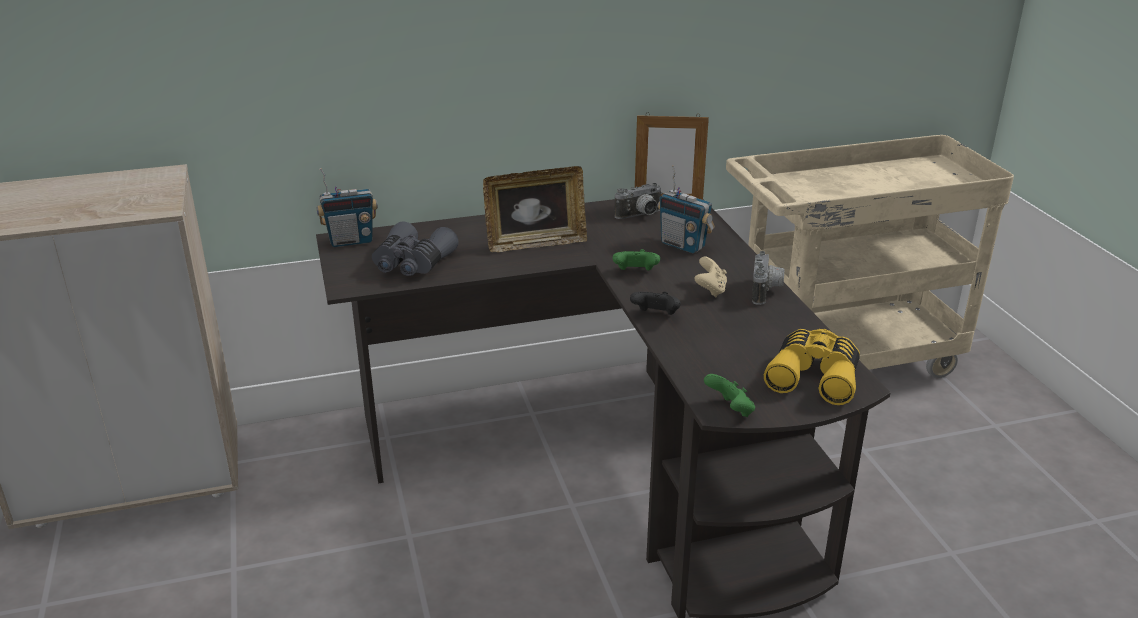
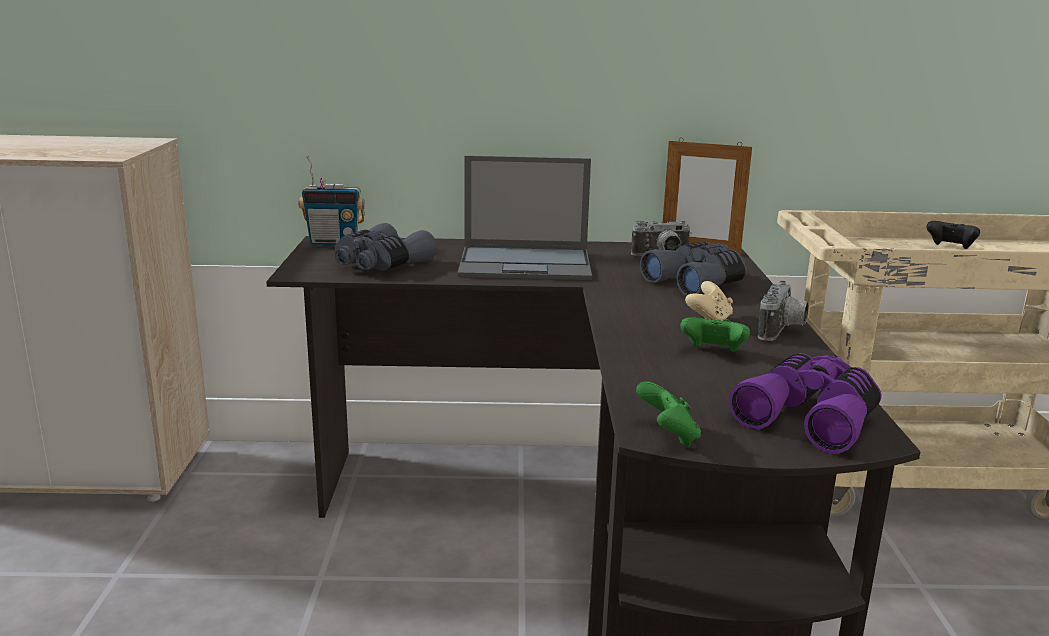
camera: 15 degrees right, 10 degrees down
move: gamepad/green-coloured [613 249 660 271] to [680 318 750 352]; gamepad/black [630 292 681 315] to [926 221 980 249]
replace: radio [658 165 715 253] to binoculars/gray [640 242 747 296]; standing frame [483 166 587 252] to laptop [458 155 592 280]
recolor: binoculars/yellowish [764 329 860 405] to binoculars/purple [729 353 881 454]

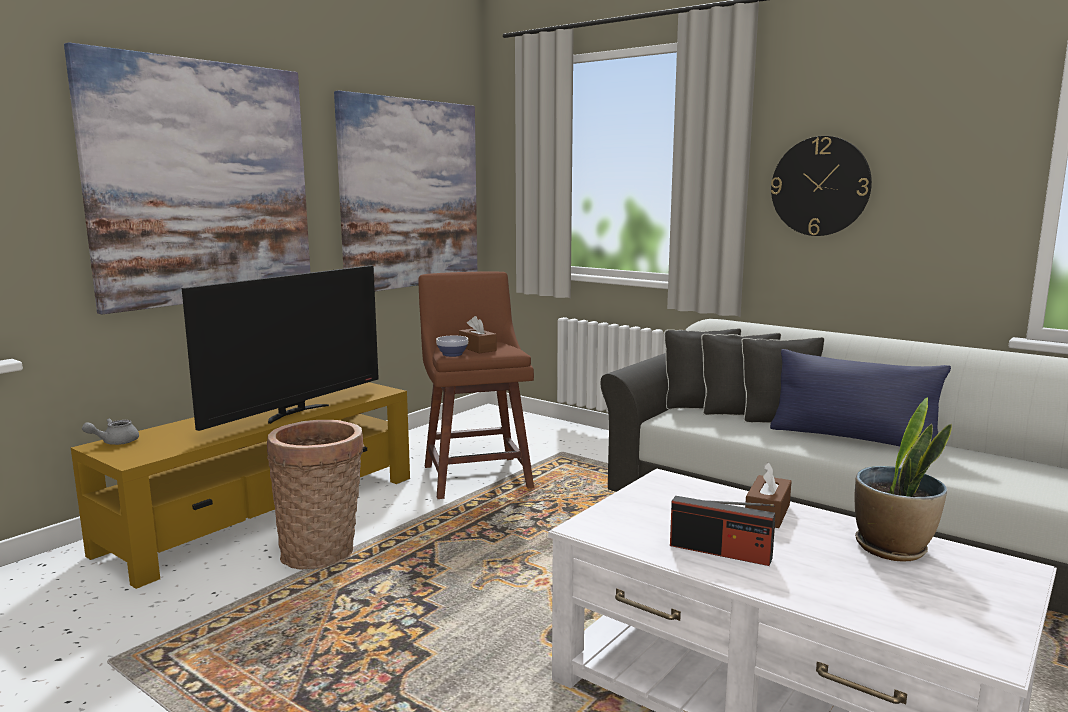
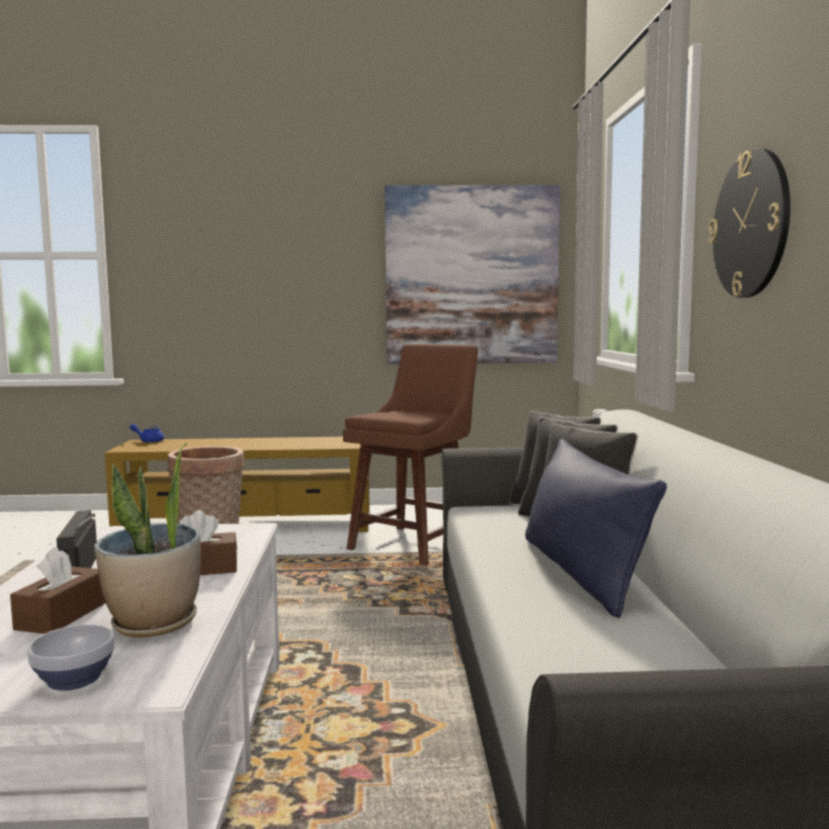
camera: 50 degrees right, 5 degrees down
delete: picture [64 42 310 314]; television [182 266 379 431]
move: tissue box/brown-coloured [459 316 497 353] to [10 547 106 634]; deep dish [436 336 468 357] to [27 624 115 691]
recolor: teapot/gray [82 419 139 445] to teapot/blue-coloured [130 424 164 443]

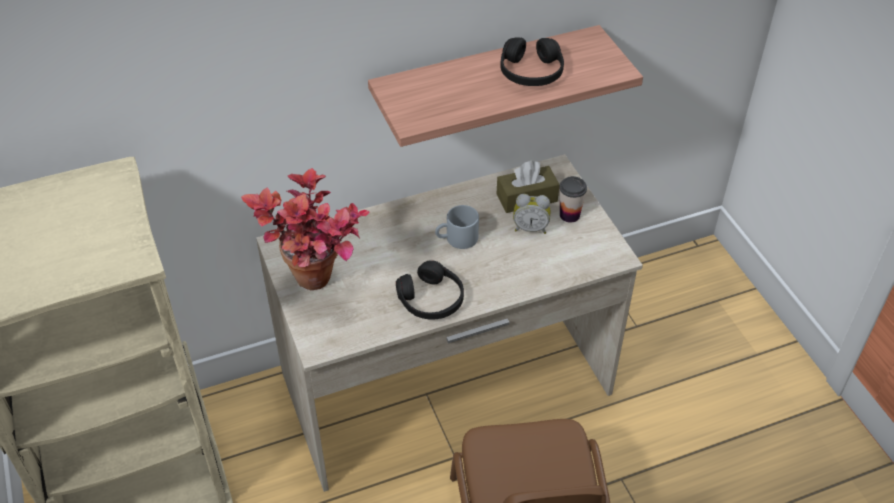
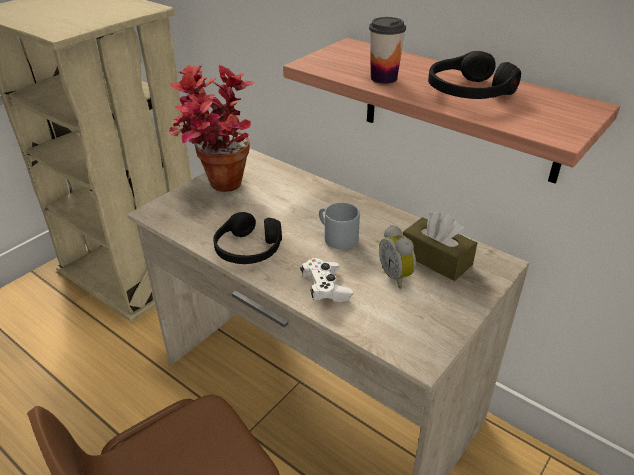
camera: 60 degrees right, 10 degrees down
insert: gamepad/white [300 258 353 302]
move: cup [559 176 587 223] to [369 17 406 84]

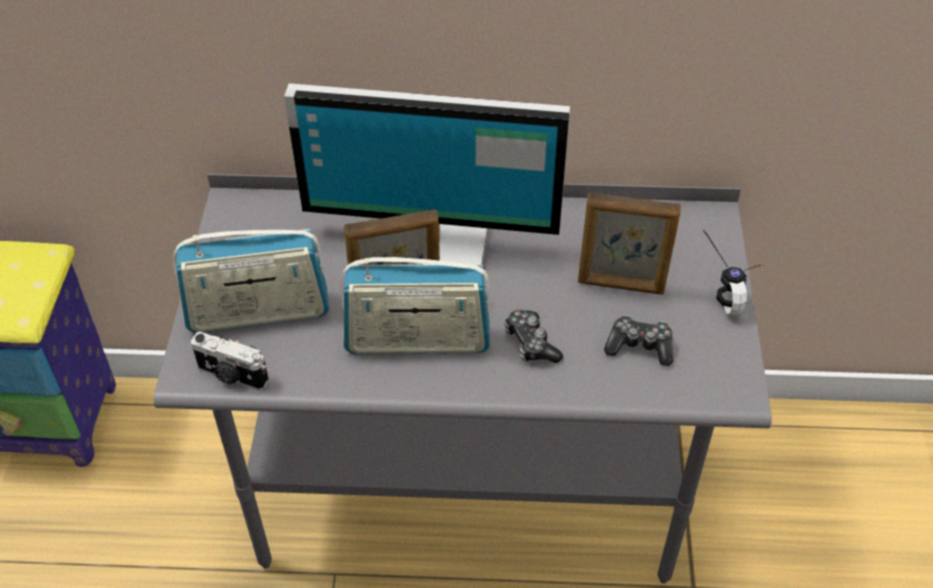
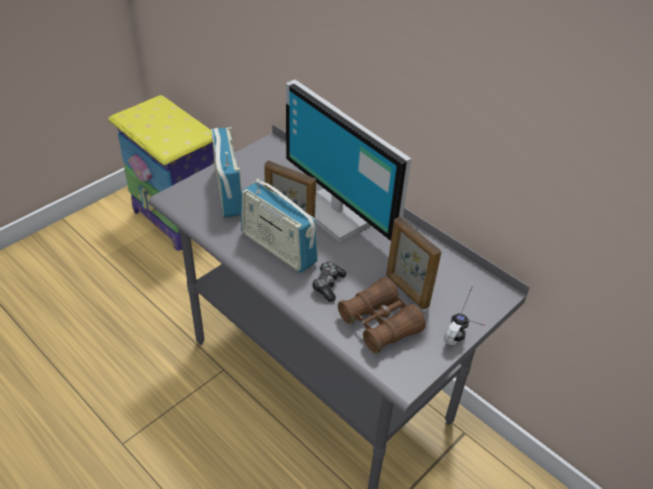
camera: 40 degrees right, 5 degrees down
delete: photo camera [191 332 269 391]
replace: gamepad [604 315 673 366] to binoculars/brown-coloured [338 277 426 353]
rotate: radio [173 229 329 333] = [211 127 242 218] 135 degrees counterclockwise

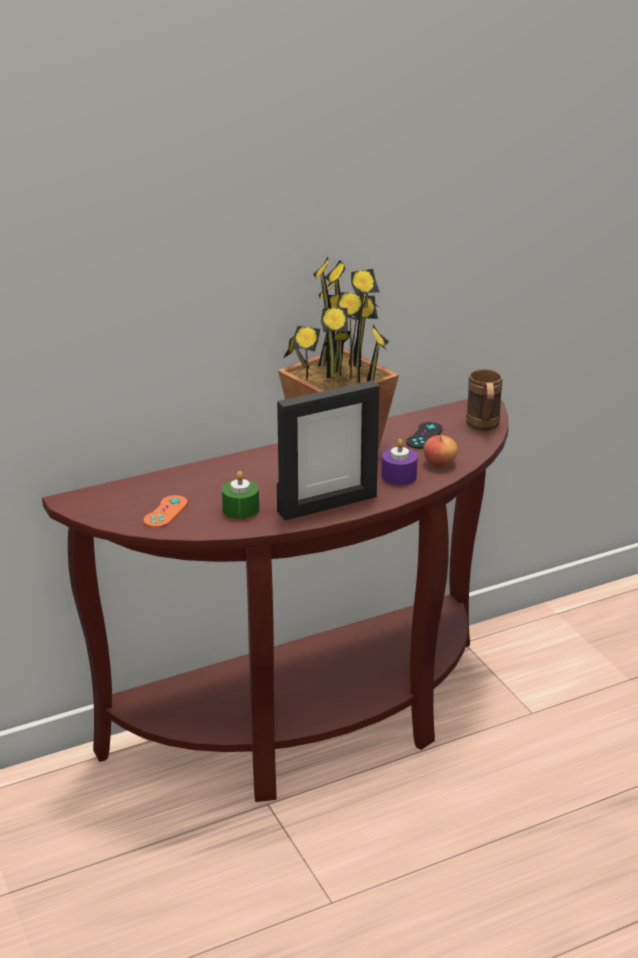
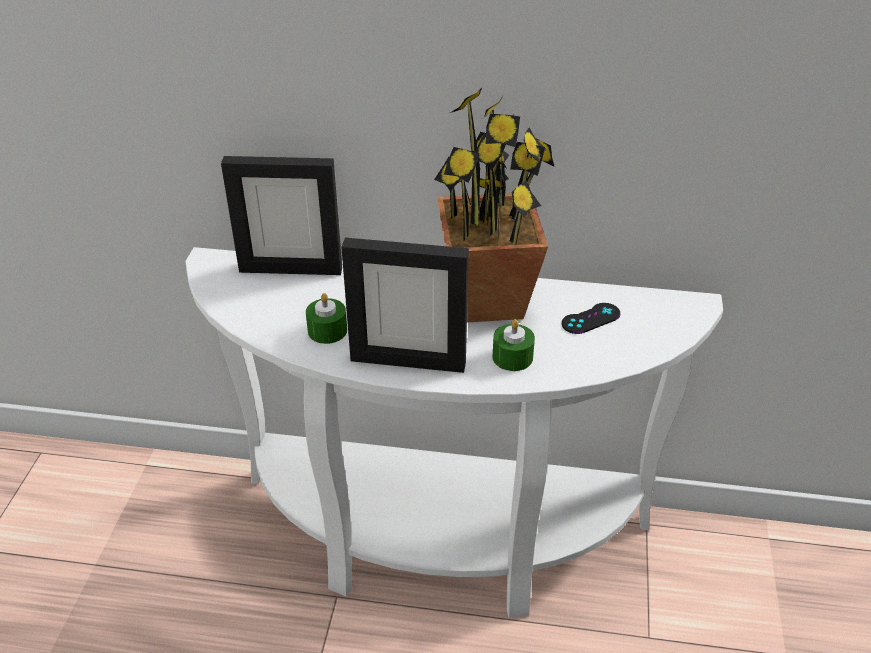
camera: 35 degrees right, 10 degrees up
delete: tea mug/brown-coloured [466 369 503 431]; apple fruit [424 435 458 467]; gamepad/orangey [144 495 188 528]
insert: standing frame [221 156 342 275]
recolor: narrow table/brown-coloured [42 399 509 802] to narrow table/white [185 247 723 618]; wax light/purple [382 439 418 485] to wax light/green-coloured [493 319 535 371]

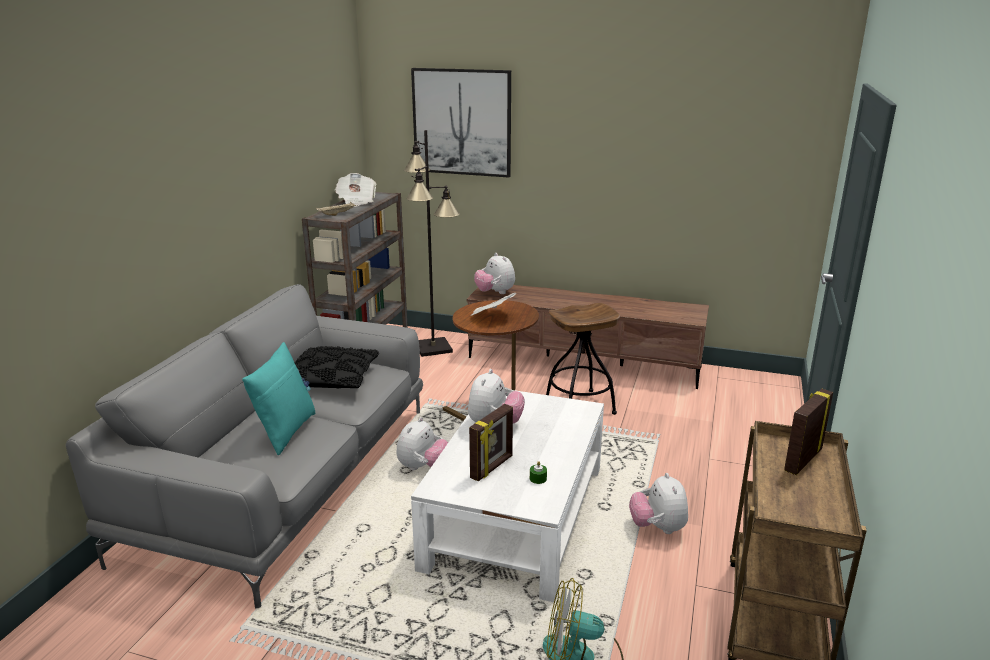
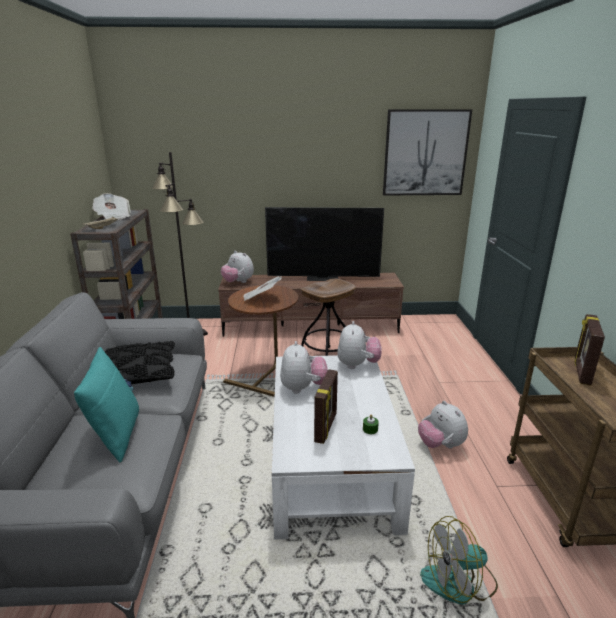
camera: 20 degrees left, 0 degrees up
insert: television [265 207 384 281]
move: picture [411 68 511 178] to [383 110 472 196]; plush toy [396 417 448 470] to [337 321 382 369]

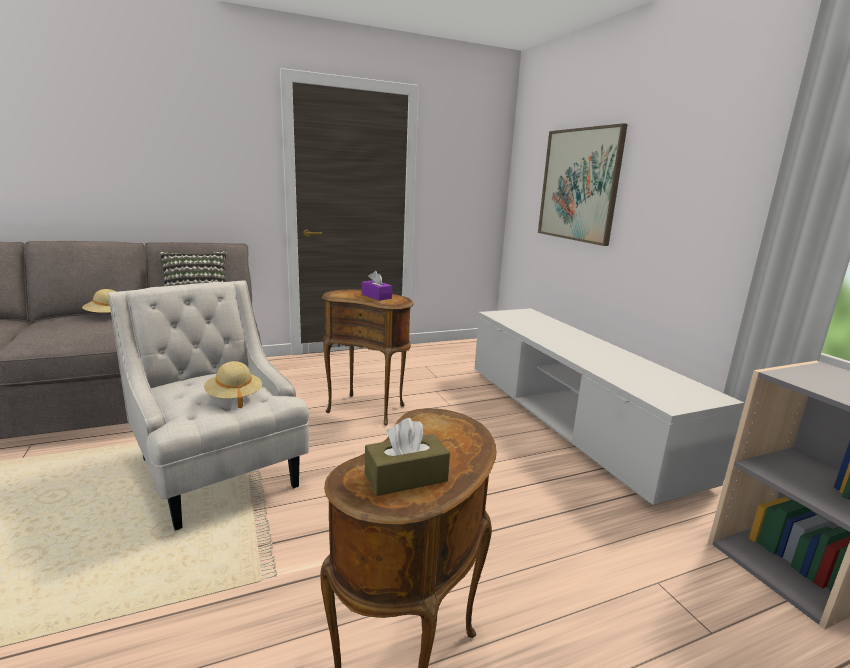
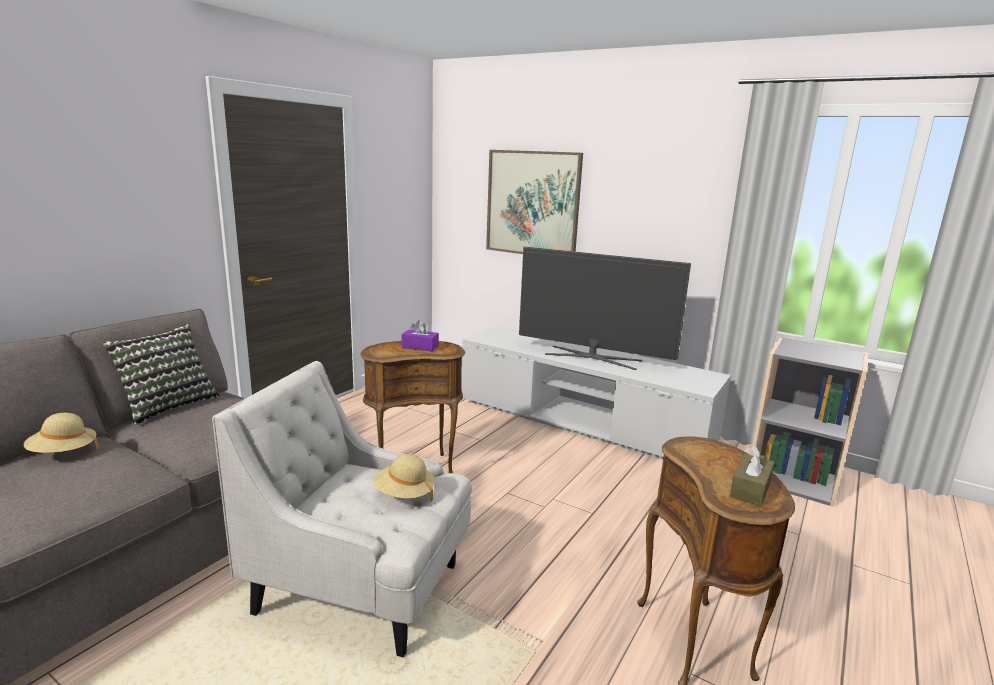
camera: 35 degrees left, 0 degrees up
insert: television [519 247 691 370]

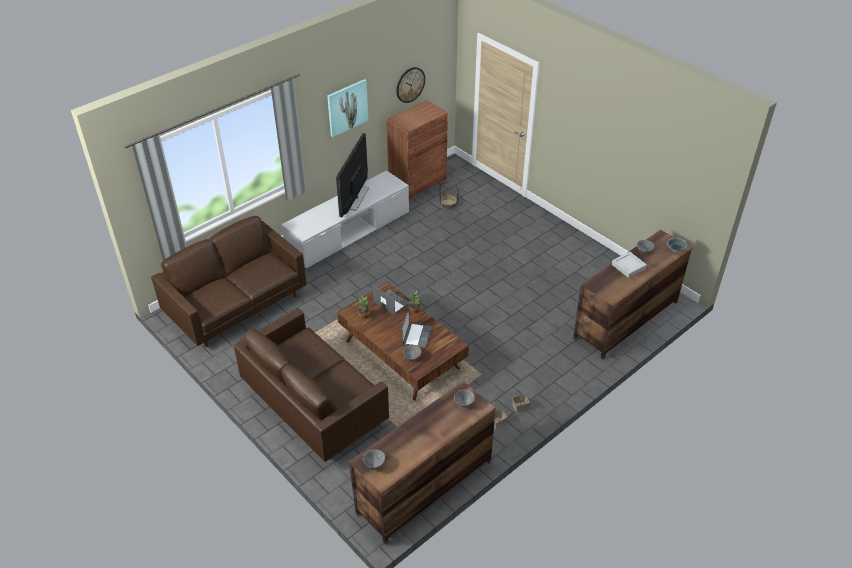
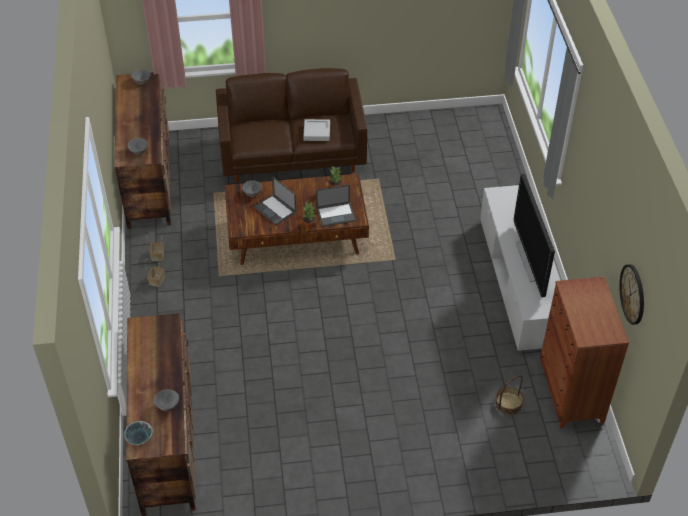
camera: 125 degrees right, 5 degrees up
delete: picture [327 79 368 137]; sofa/brown-coloured [151 216 307 347]
move: tray/gray [612 252 647 278] to [303 119 330 141]
rotate: television [336 133 369 218] = [513 174 555 297] 150 degrees counterclockwise

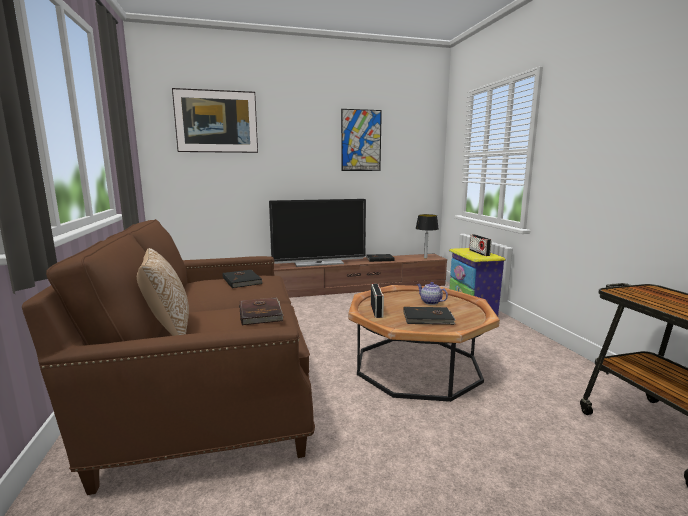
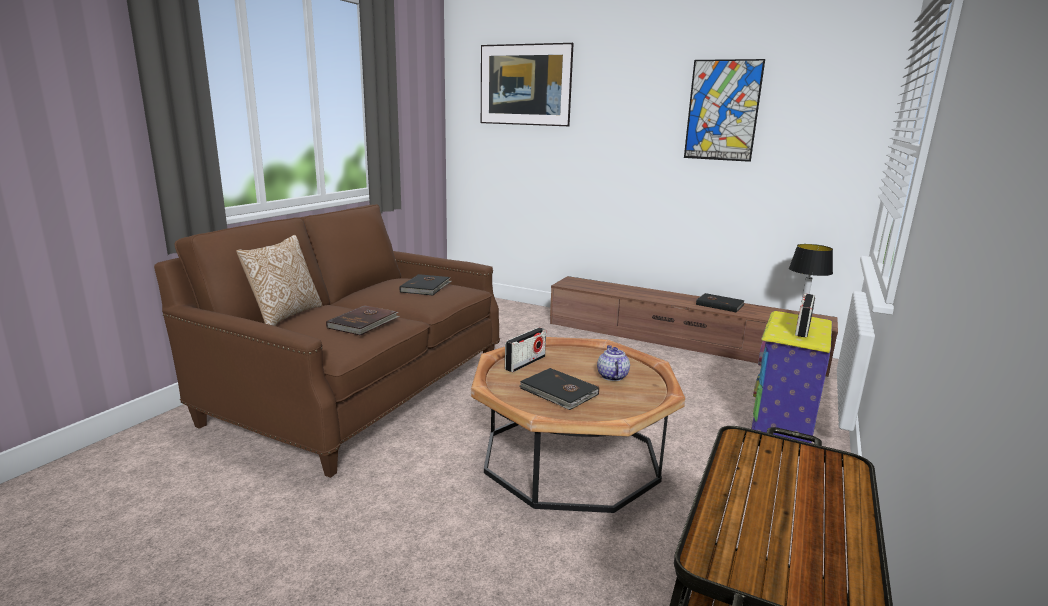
camera: 40 degrees right, 5 degrees up
delete: television [269 199 366 267]

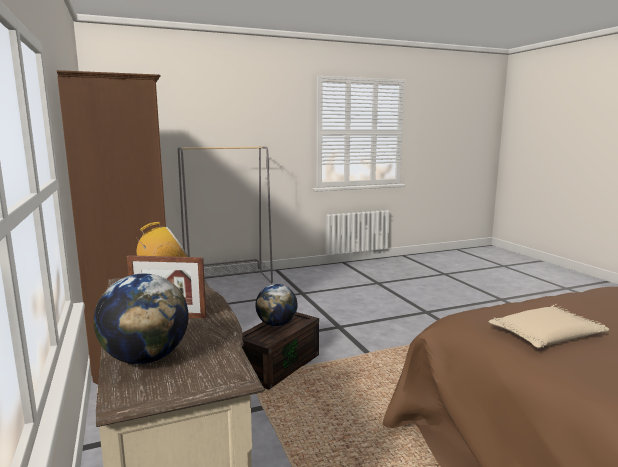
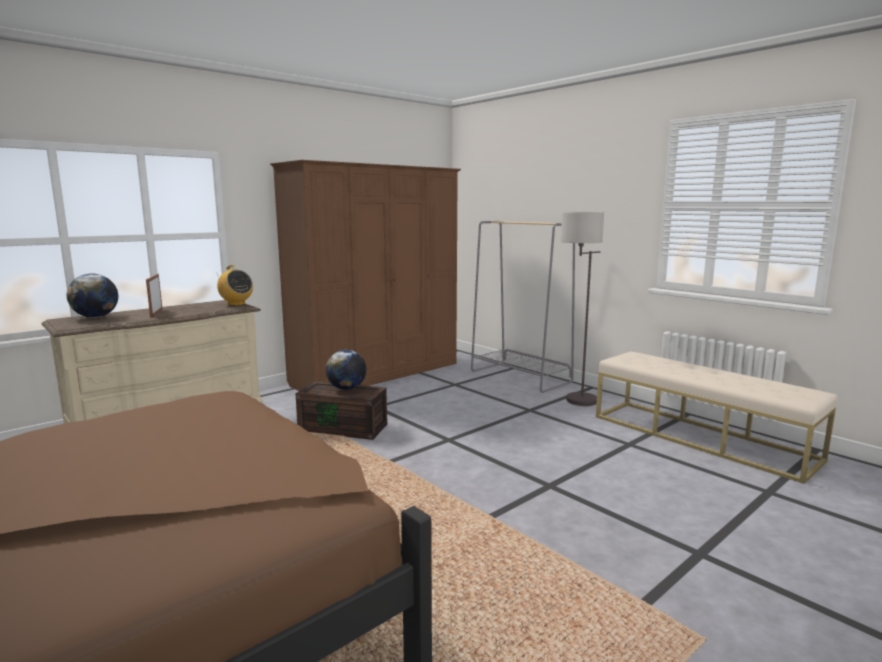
camera: 70 degrees right, 0 degrees up
delete: cushion/beige-coloured [489 304 609 349]
insert: standing lamp/gray [561 212 604 406]; bench/beige-coloured [596 351 837 484]

